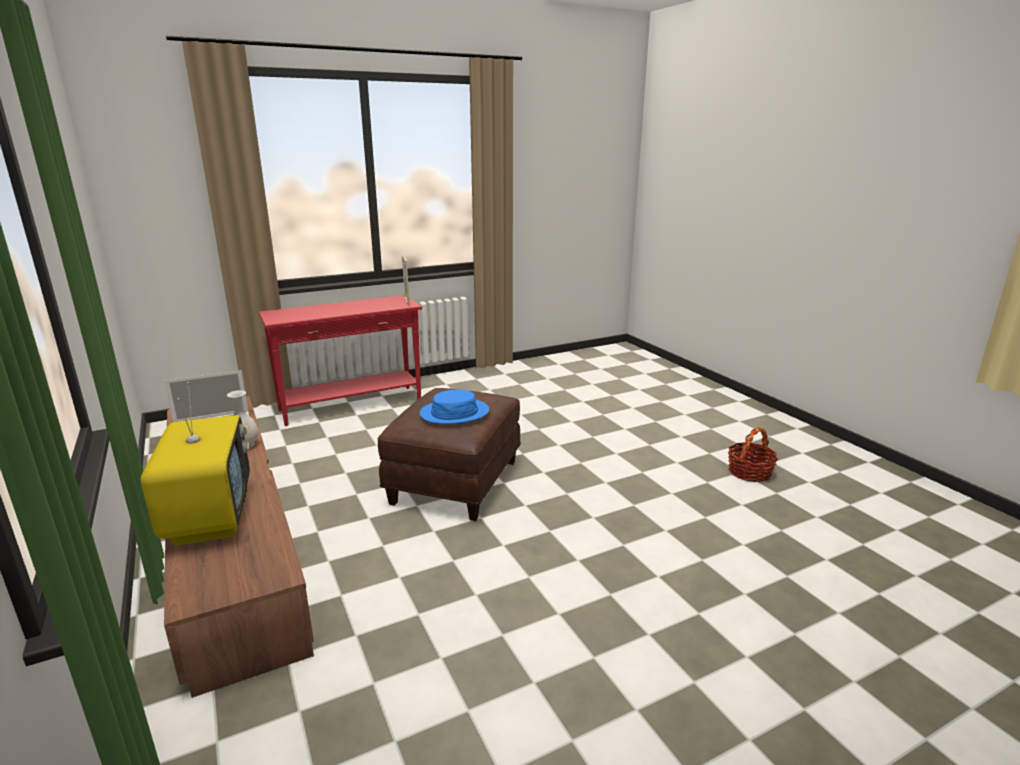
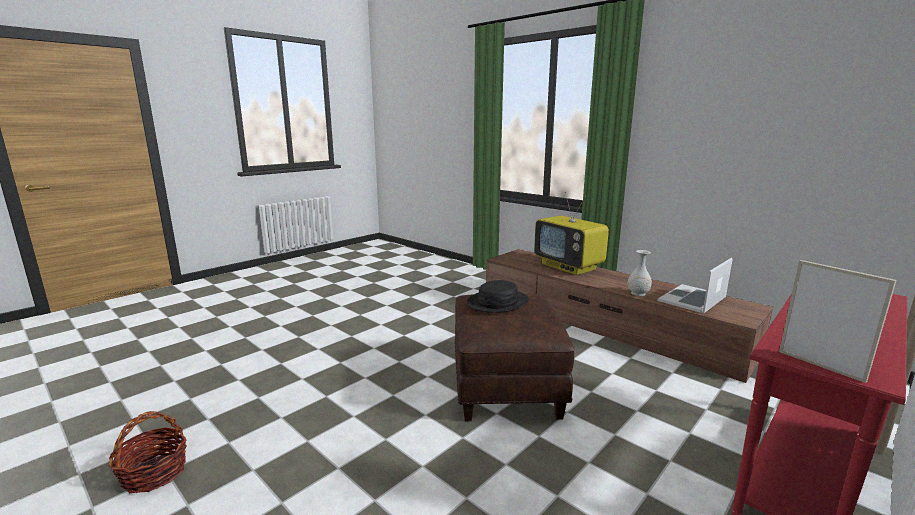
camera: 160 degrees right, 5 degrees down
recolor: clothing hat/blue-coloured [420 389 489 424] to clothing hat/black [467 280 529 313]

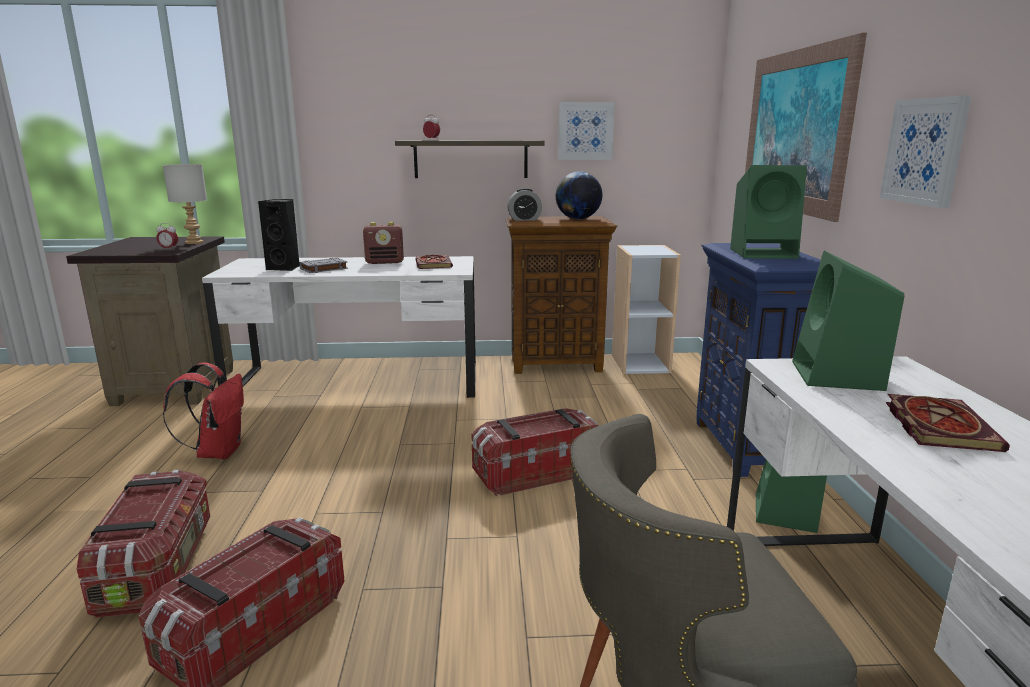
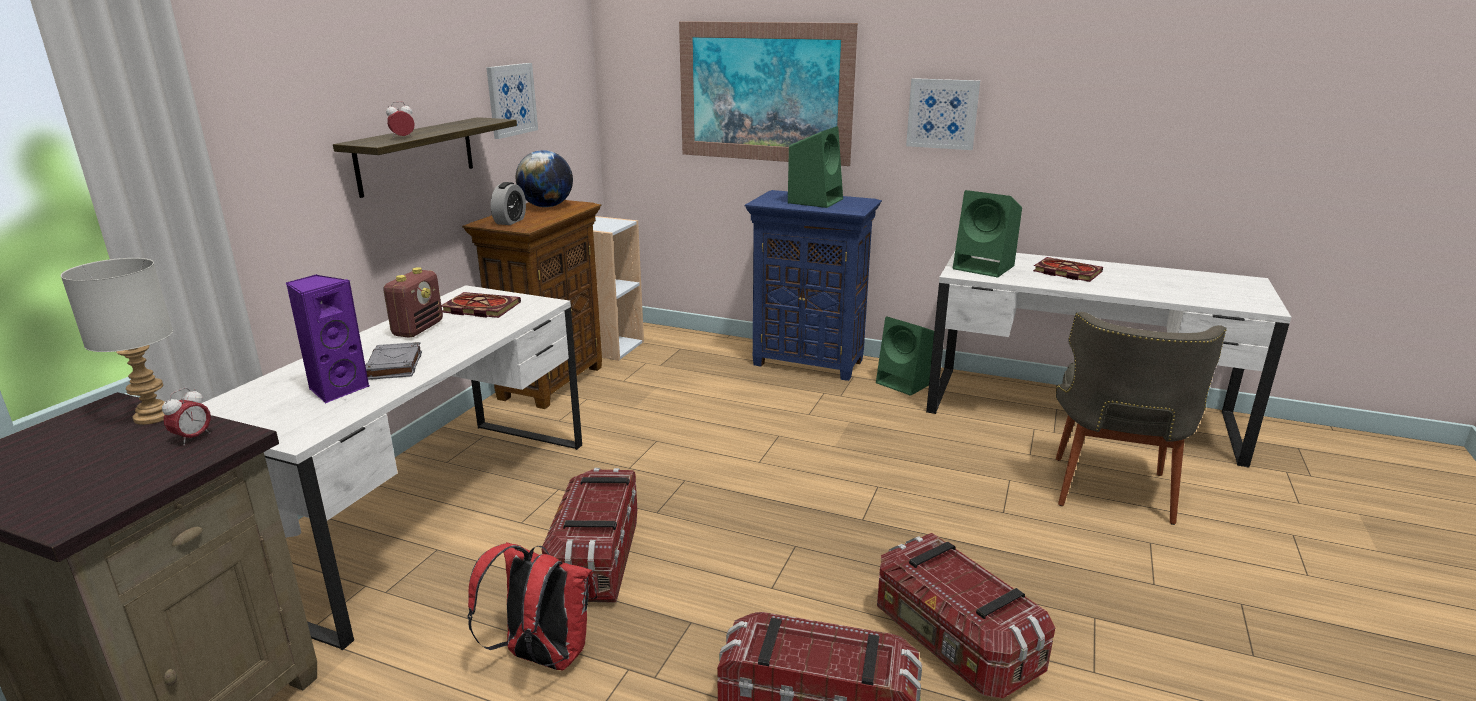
camera: 65 degrees left, 5 degrees up
move: storage bin [471 408 599 496] to [541 468 637 603]
recolor: loudspeaker/black [258 199 300 271] to loudspeaker/purple [286 274 370 403]

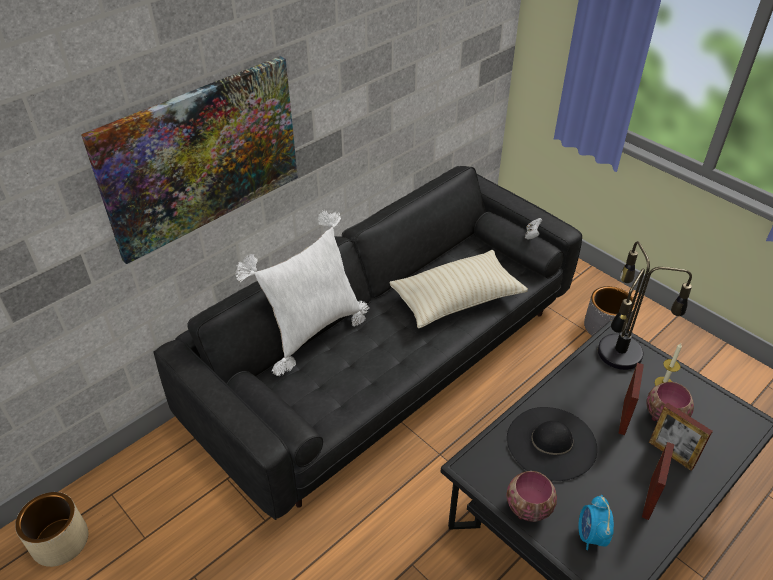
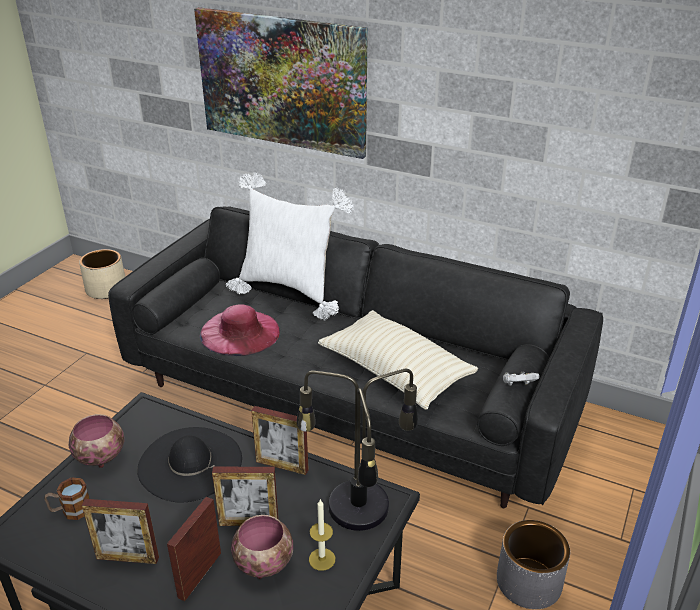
camera: 70 degrees right, 10 degrees down
insert: clothing hat/pink [200 304 280 356]; standing frame [251 406 309 475]
replace: alarm clock [578 495 614 550] to tea mug [44 477 90 520]

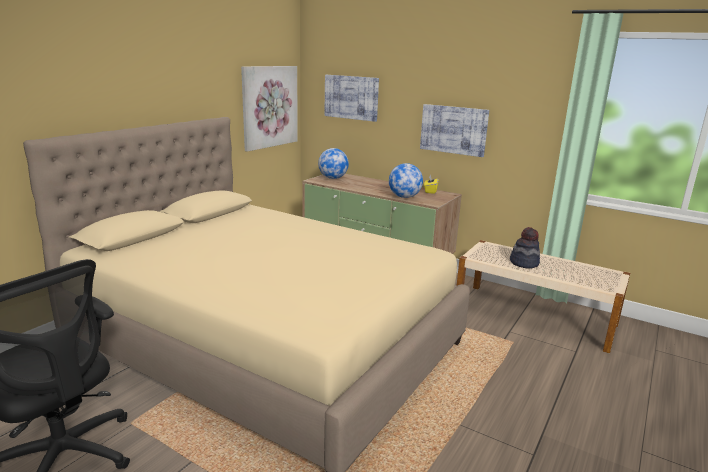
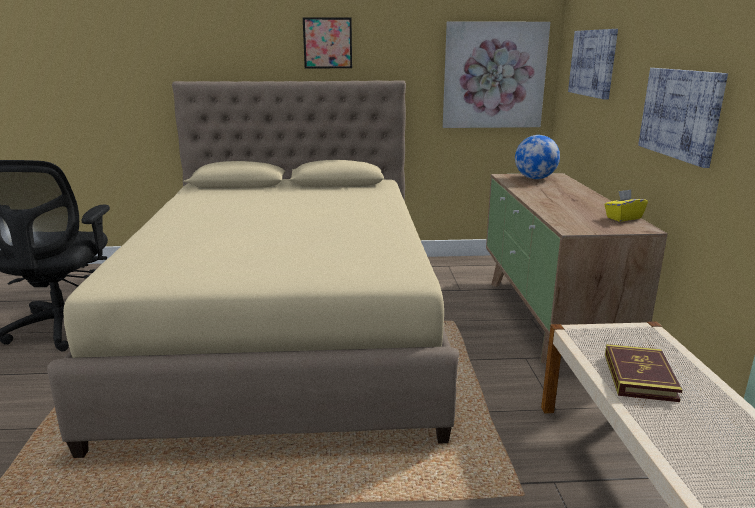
camera: 55 degrees right, 0 degrees up
delete: globe [389 163 423 198]
insert: picture [303 17 352 68]
replace: clothing hat [510 227 540 269] to book [605 344 682 402]

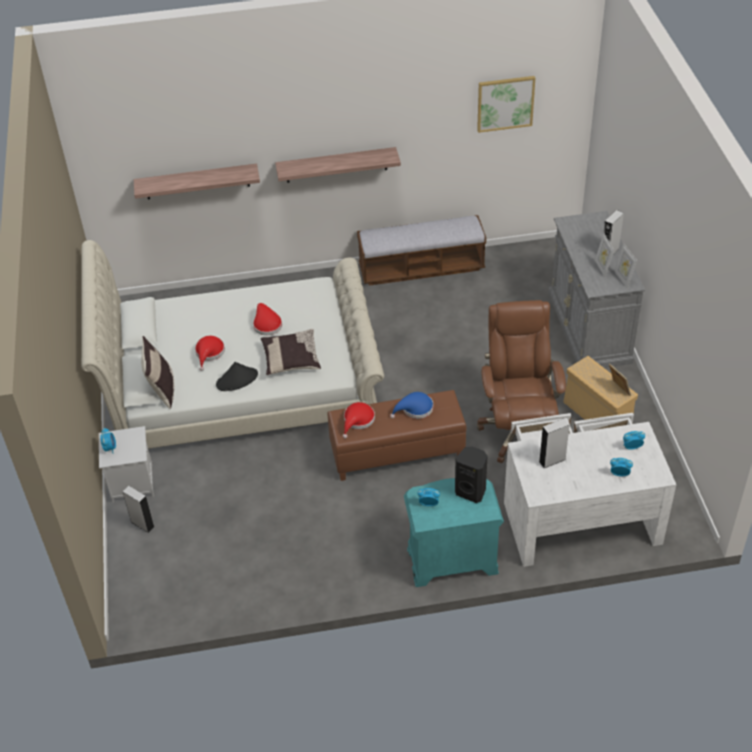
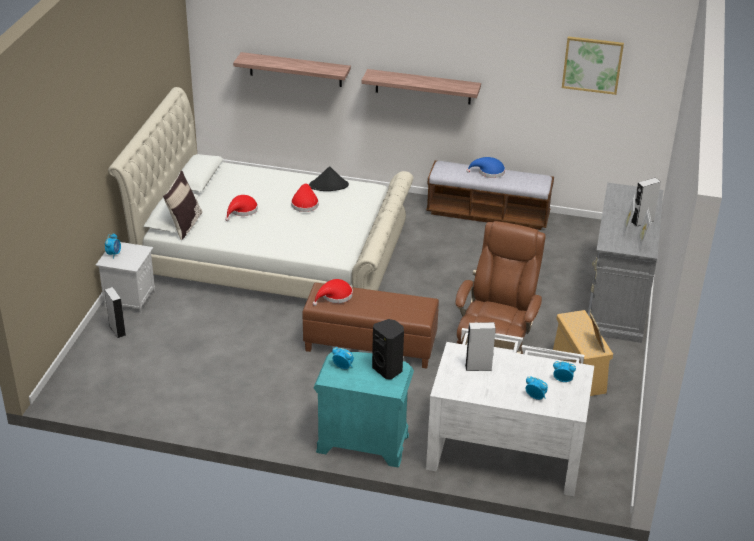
camera: 20 degrees right, 10 degrees down
delete: cushion [261 329 321 375]
move: clothing hat/black [216 362 258 391] to [309 166 349 191]; clothing hat/blue-coloured [390 392 433 419] to [466 157 505 178]

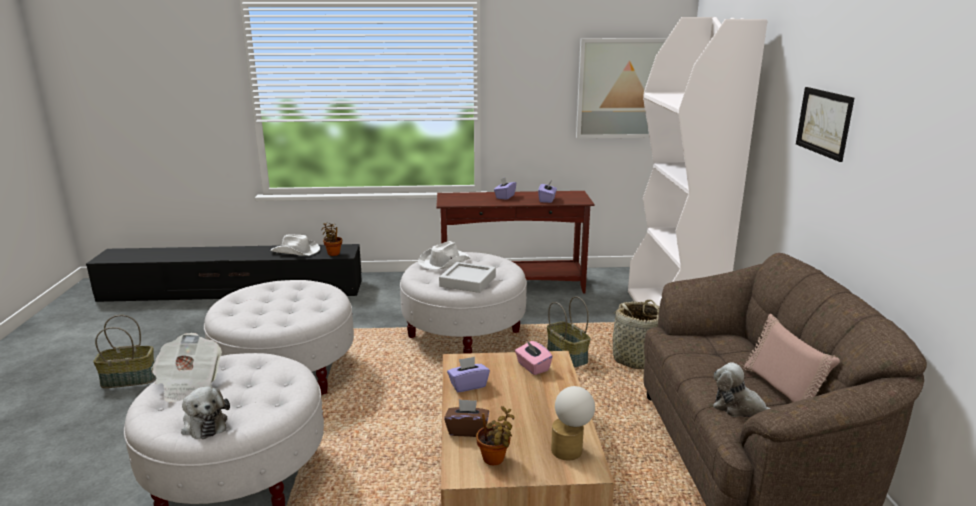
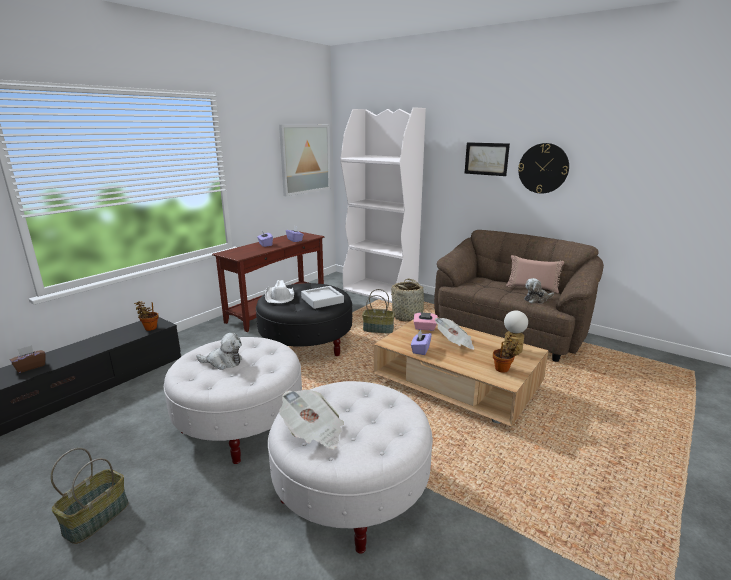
camera: 50 degrees left, 0 degrees up
delete: clothing hat/white [270 234 320 256]
insert: clock on the wall [518 143 569 194]; newspaper [435 318 474 350]
move: plush toy [181 386 230 439] to [196 333 242 370]; tissue box/brown-coloured [444 399 489 437] to [10 345 46 373]
recolor: footrest/white [400 252 527 354] to footrest/black [256 283 352 356]

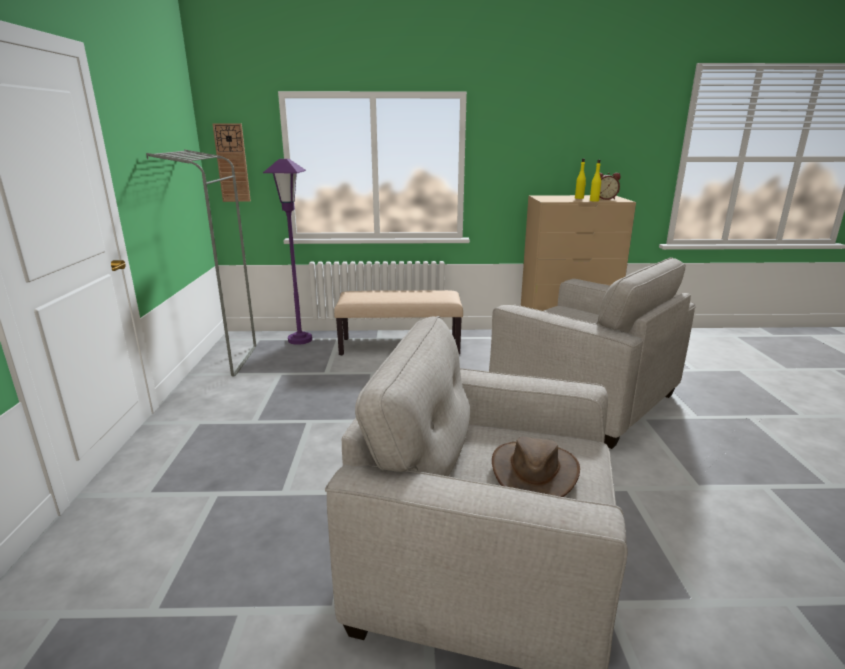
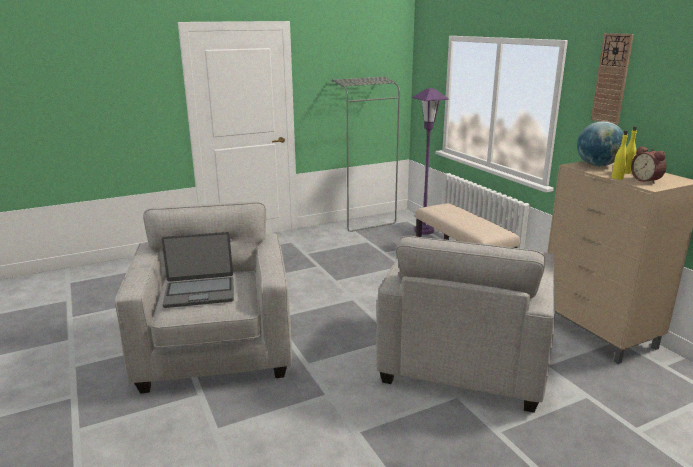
camera: 65 degrees right, 0 degrees up
insert: globe [577 121 624 166]
move: clock on the wall [213 124 251 202] to [591 33 634 125]
replace: clothing hat/brown-coloured [492 437 580 497] to laptop [161 232 234 308]

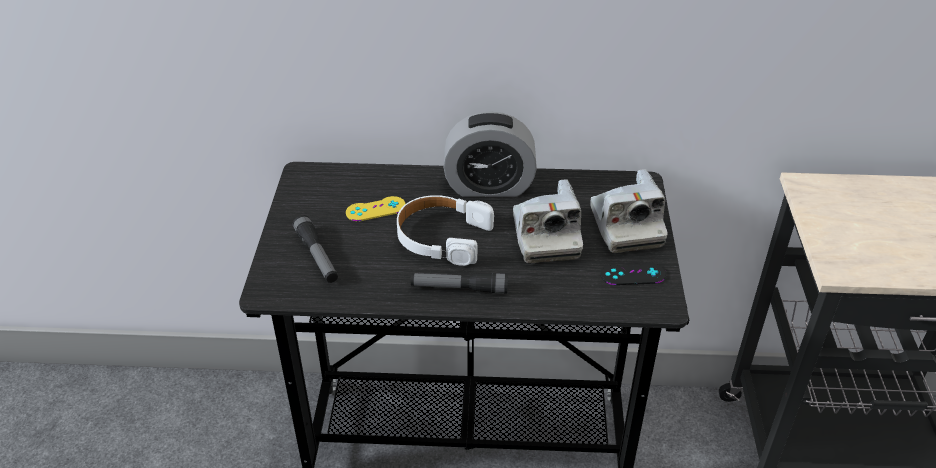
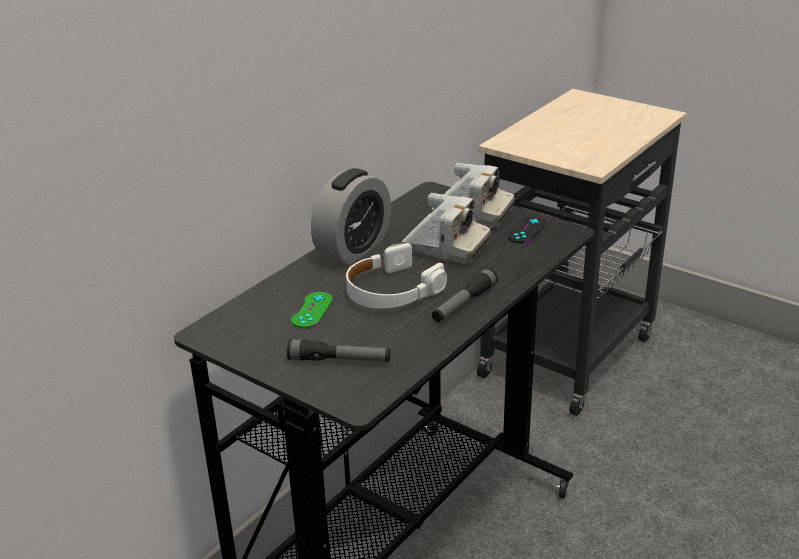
camera: 55 degrees left, 10 degrees down
recolor: gamepad/yellowish [346 196 406 221] to gamepad/green-coloured [291 292 333 328]

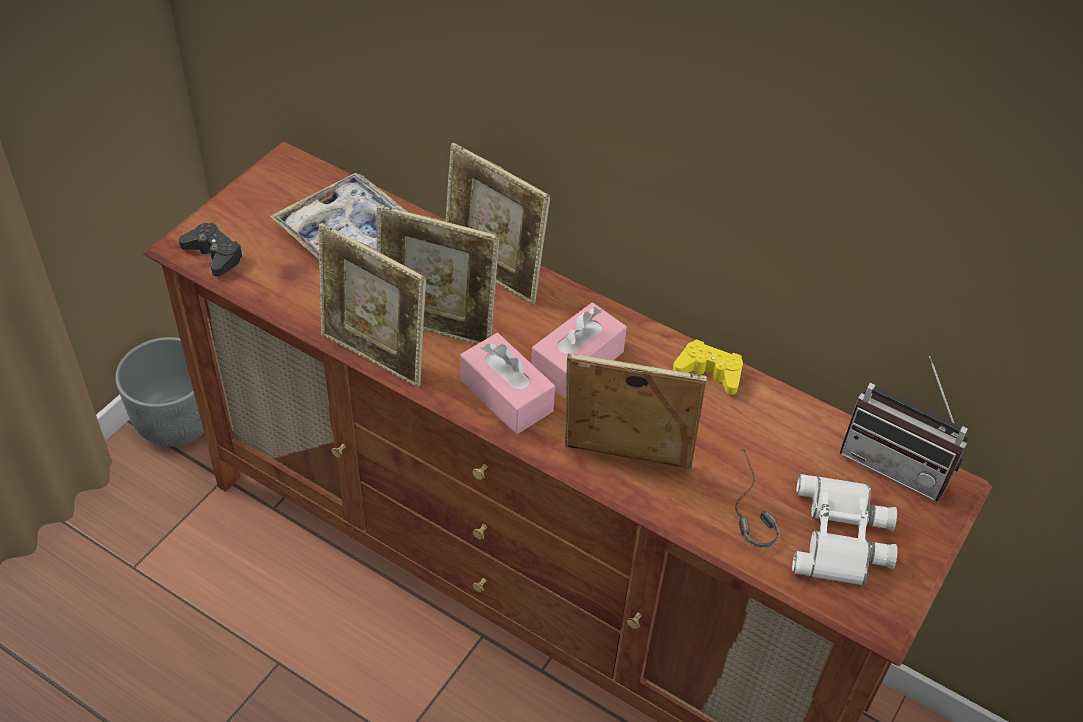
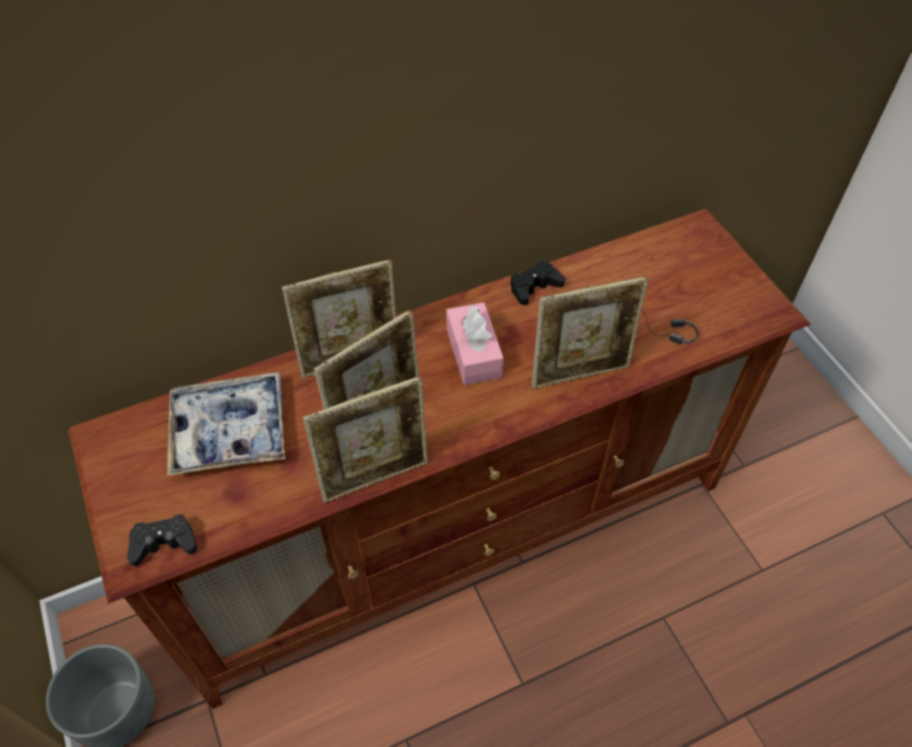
camera: 55 degrees left, 5 degrees up
delete: tissue box/pink [460 333 555 434]; radio [840 356 968 501]; binoculars/white [792 474 897 586]
recolor: gamepad/yellowish [673 339 743 395] to gamepad/black [510 261 565 305]
rotate: standing frame [565 354 707 469] = [532 277 648 389] 150 degrees counterclockwise

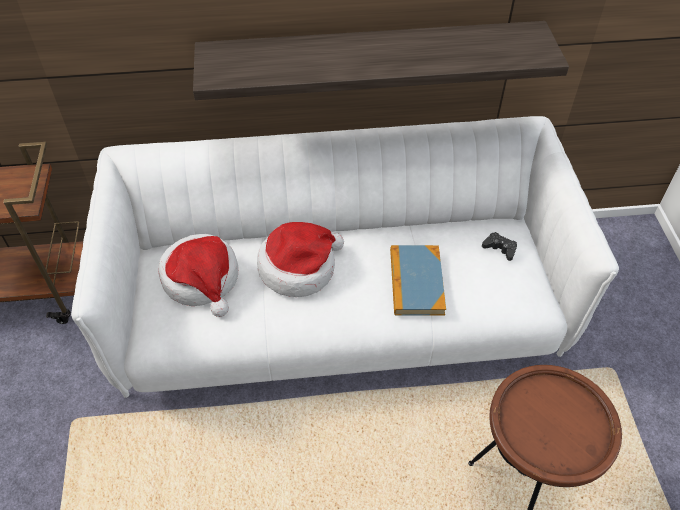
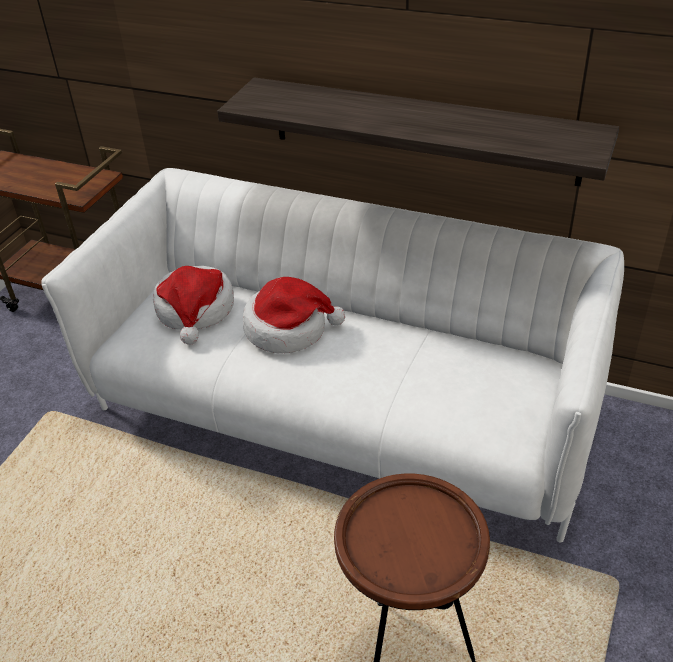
camera: 30 degrees right, 10 degrees down
delete: gamepad/black [482 232 517 261]; book [390 245 446 315]

